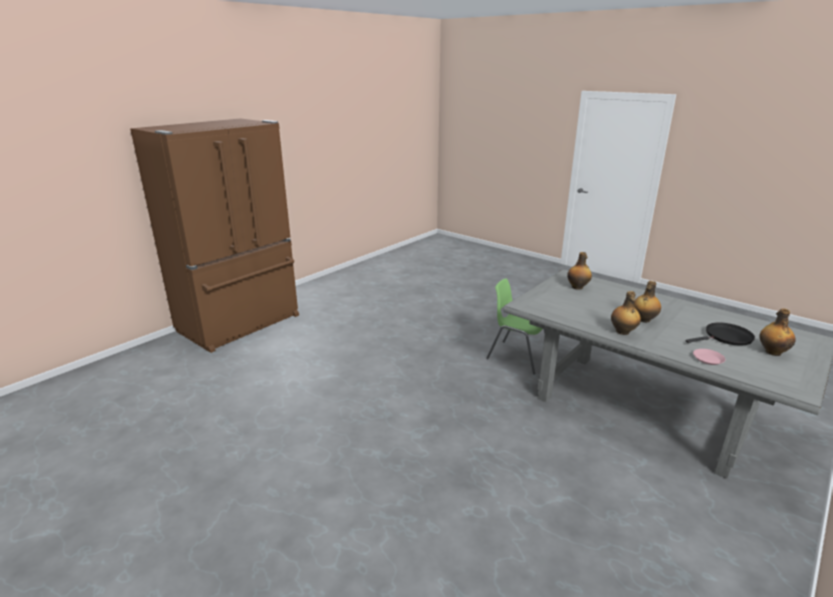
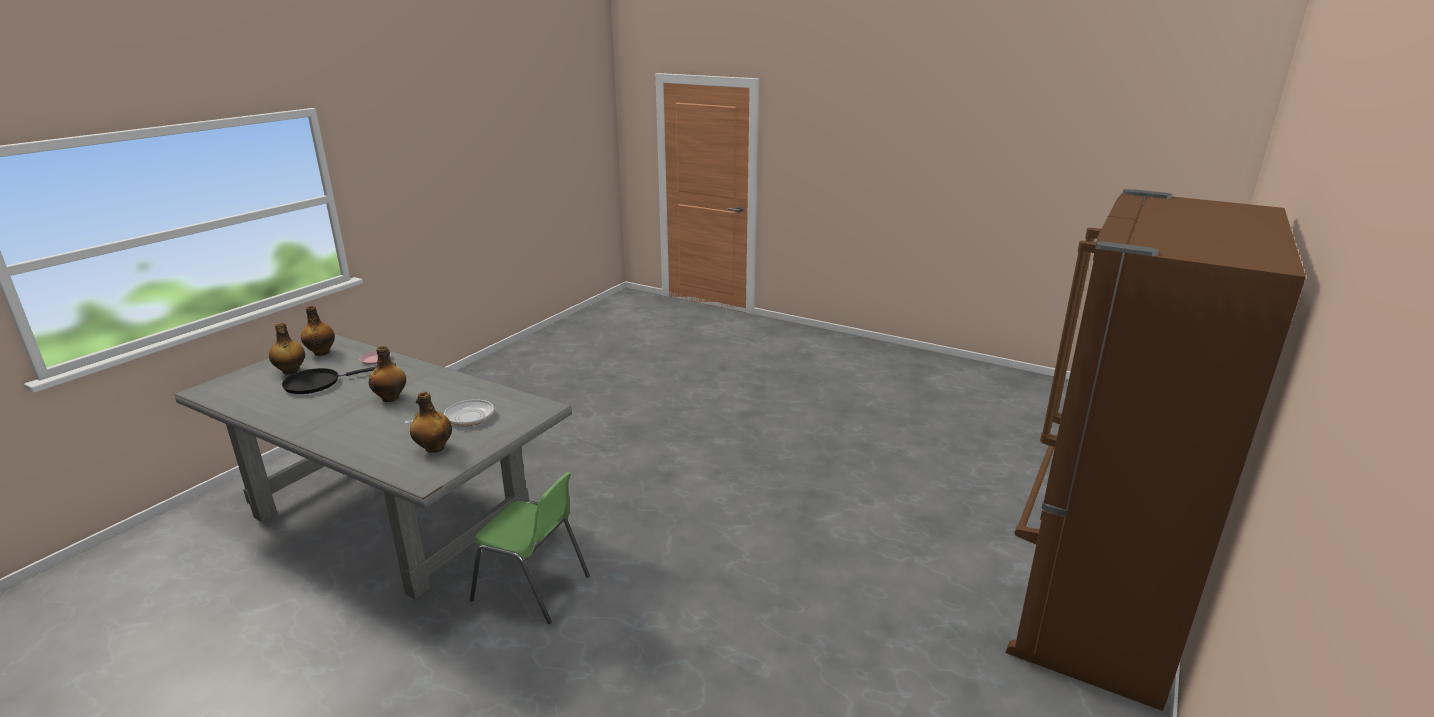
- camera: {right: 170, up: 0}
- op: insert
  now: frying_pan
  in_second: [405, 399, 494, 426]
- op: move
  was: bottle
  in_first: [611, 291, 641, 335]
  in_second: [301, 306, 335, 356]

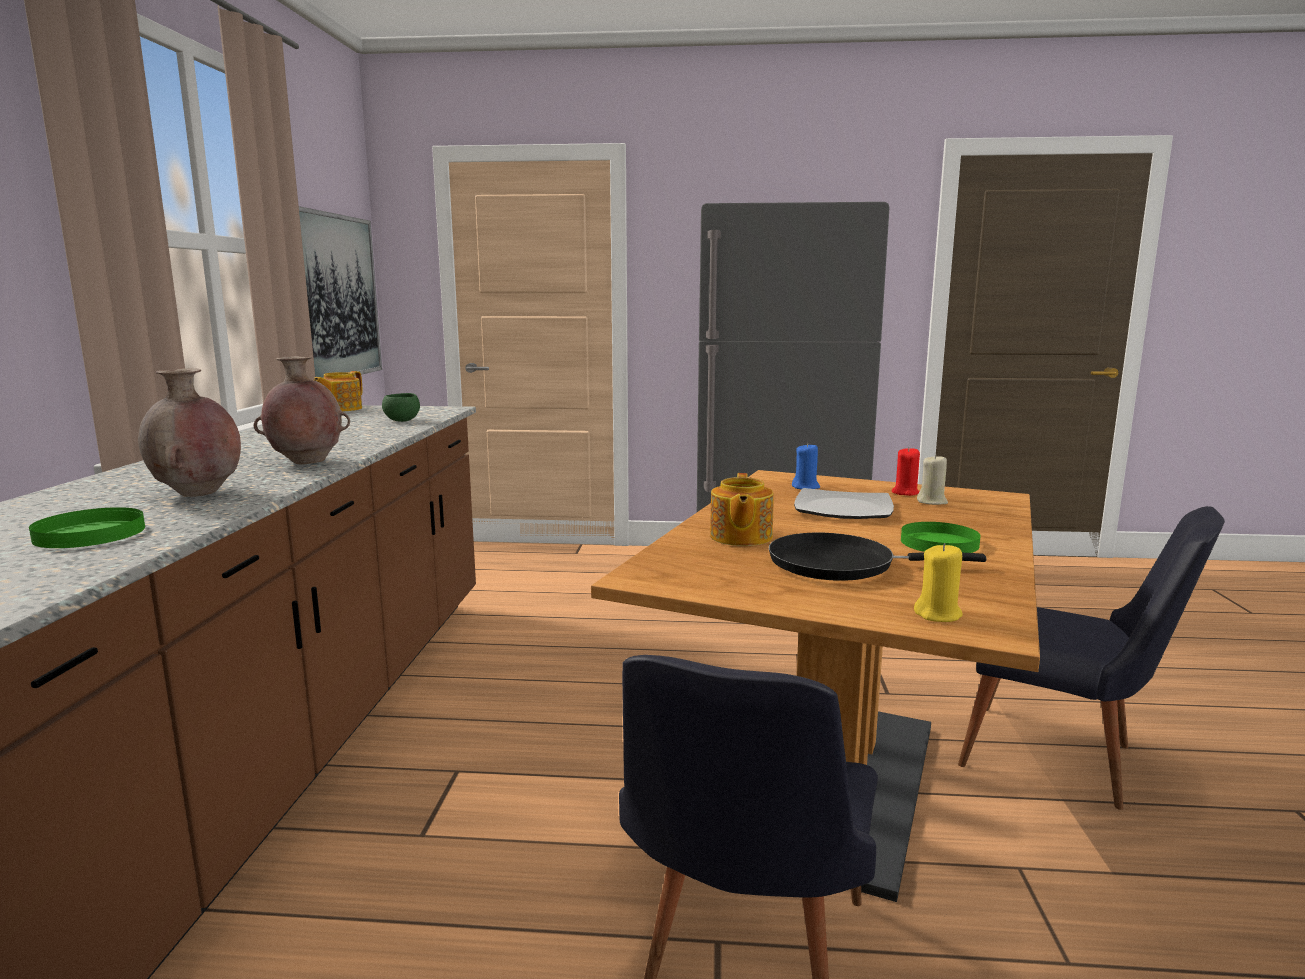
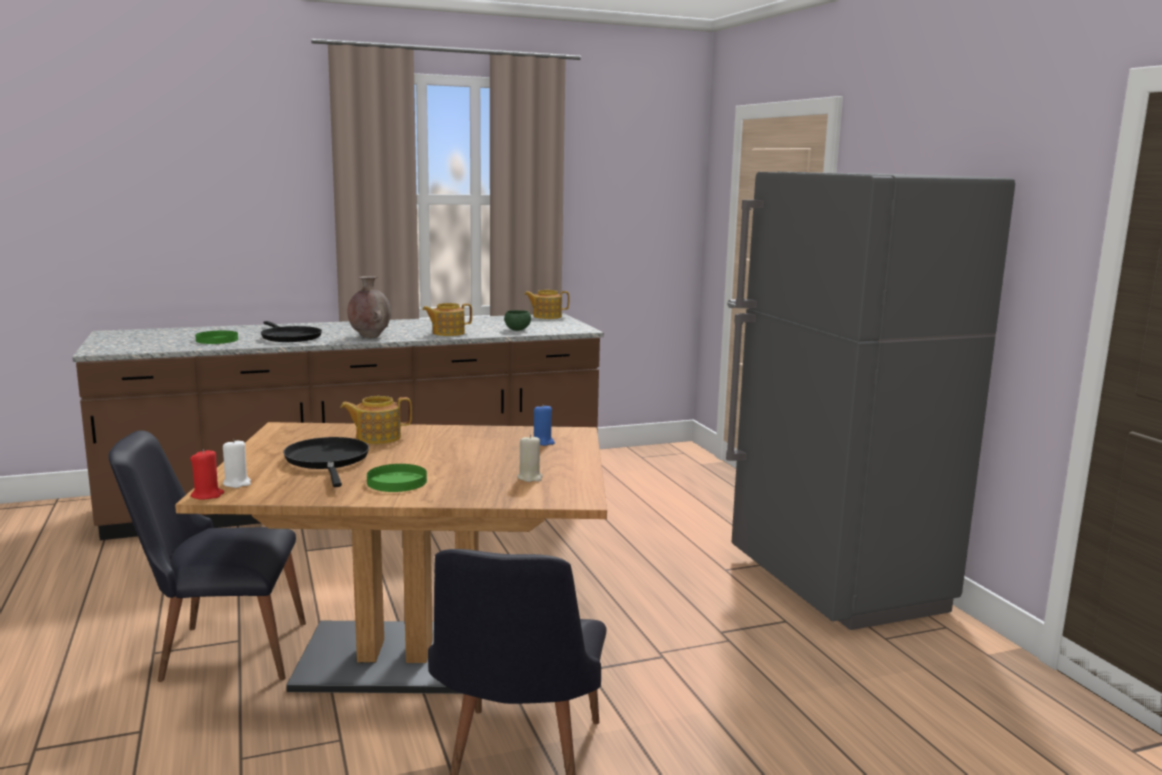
- camera: {right: 65, up: 0}
- op: delete
  was: picture
  in_first: [299, 206, 382, 378]
- op: delete
  was: plate
  in_first: [794, 488, 894, 519]
- op: insert
  now: teapot
  in_second: [422, 303, 472, 336]
- op: move
  was: red_candle
  in_first: [892, 447, 920, 496]
  in_second: [190, 449, 224, 500]
- op: replace
  was: brown_vase
  now: black_frying_pan
  in_first: [138, 368, 241, 497]
  in_second: [261, 321, 322, 342]
- op: recolor
  was: yellow_candle
  now: white_candle
  in_first: [914, 543, 963, 622]
  in_second: [223, 439, 251, 488]

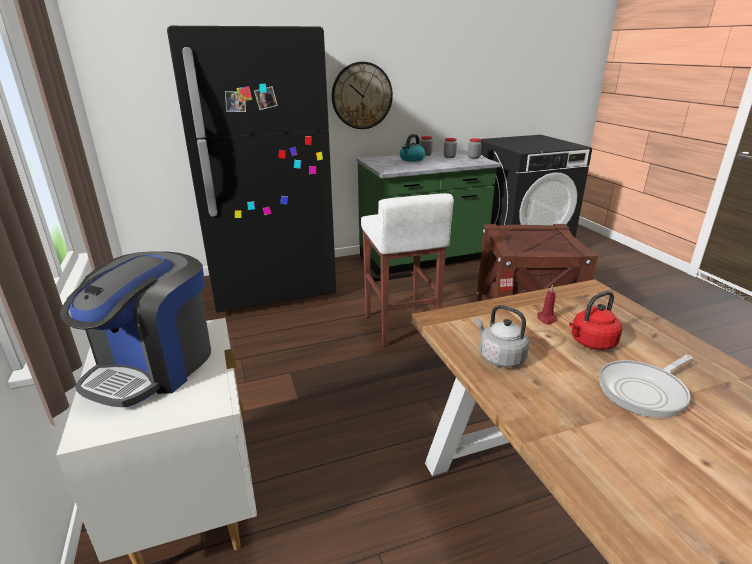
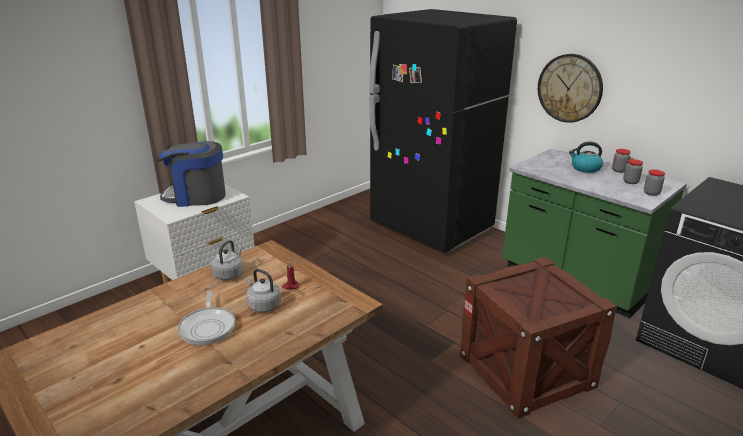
- camera: {right: 65, up: 0}
- op: delete
  was: white_stool
  in_first: [361, 193, 454, 347]
- op: recolor
  was: red_kettle
  now: grey_kettle
  in_first: [569, 291, 623, 350]
  in_second: [246, 269, 281, 313]
- op: rotate
  was: frying_pan
  in_first: [599, 355, 693, 418]
  in_second: [178, 290, 235, 345]
  clockwise: -135

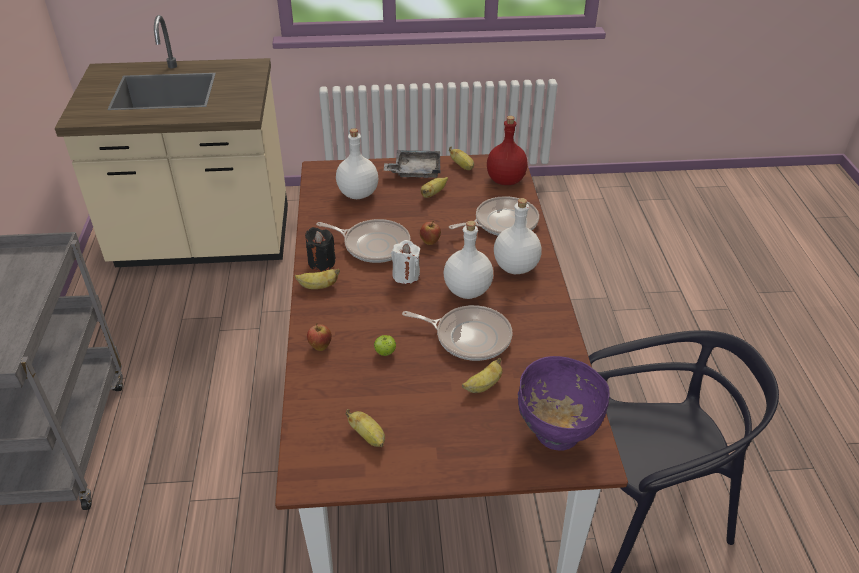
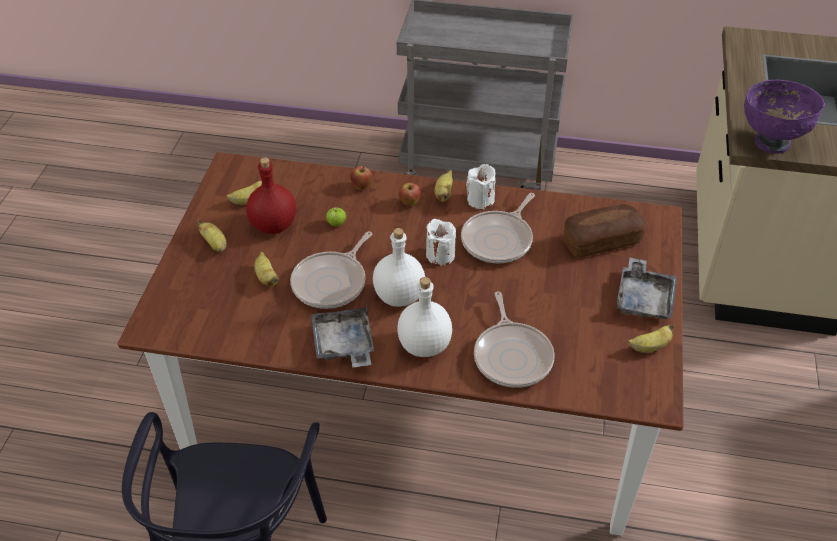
- camera: {right: 105, up: 5}
- op: insert
  now: grey_tray
  in_second: [311, 305, 374, 367]
- op: move
  was: apple
  in_first: [420, 221, 441, 245]
  in_second: [399, 182, 421, 206]
- op: move
  was: banana
  in_first: [421, 177, 448, 198]
  in_second: [197, 220, 227, 252]
- op: move
  was: red_bottle
  in_first: [487, 116, 528, 185]
  in_second: [246, 157, 296, 234]
- op: move
  was: purple_bowl
  in_first: [518, 356, 610, 451]
  in_second: [744, 80, 824, 154]
- op: replace
  was: white_bottle
  now: bread
  in_first: [336, 128, 378, 199]
  in_second: [563, 204, 646, 257]
- op: recolor
  was: black_candle
  now: white_candle
  in_first: [305, 227, 336, 271]
  in_second: [466, 164, 495, 210]

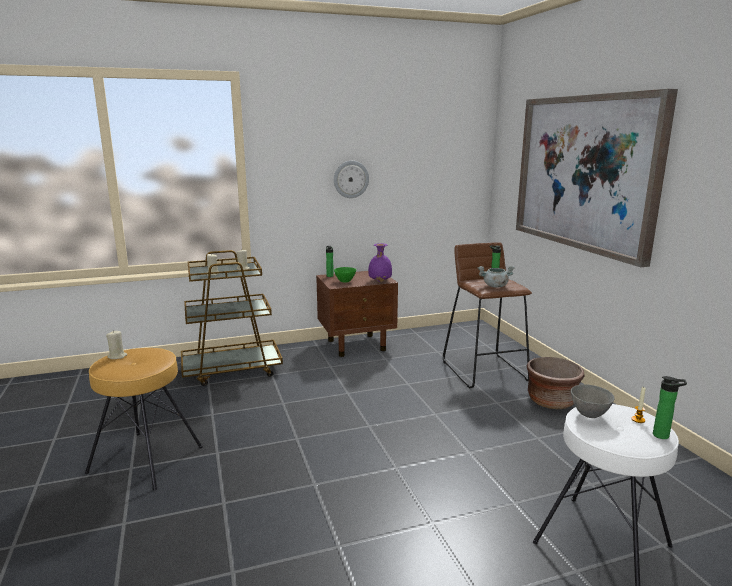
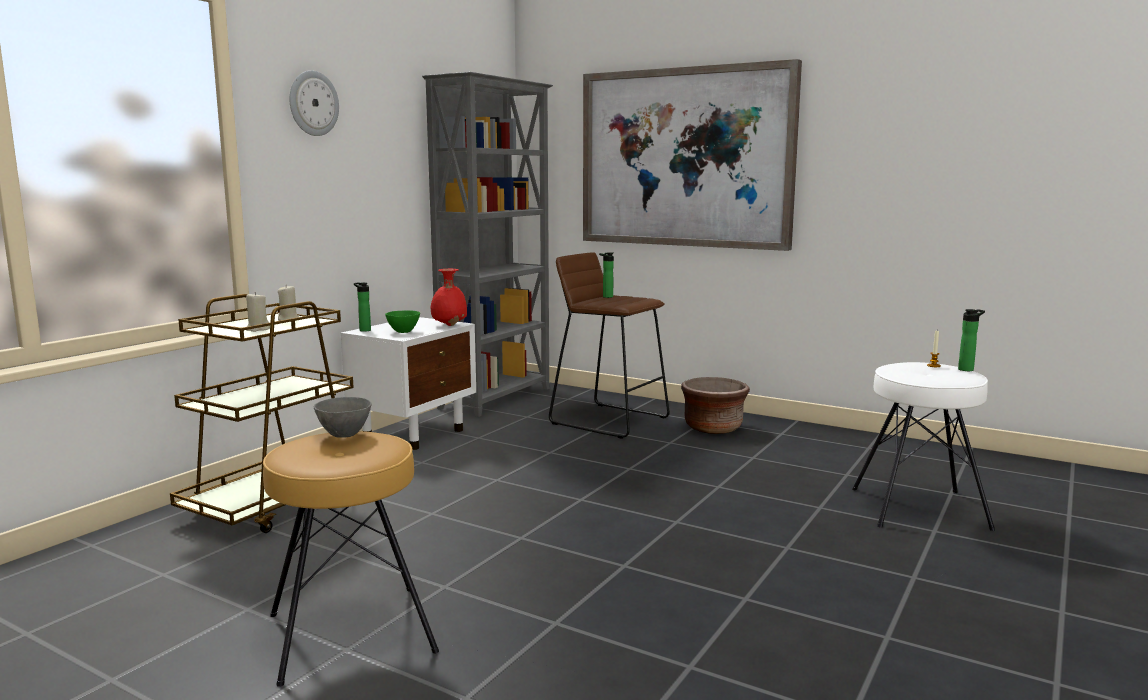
- camera: {right: -40, up: -5}
- op: delete
  was: beige_candle
  in_first: [106, 330, 128, 359]
- op: delete
  was: grey_cooking_pot
  in_first: [478, 266, 515, 288]
- op: insert
  now: grey_bookcase
  in_second: [422, 72, 553, 417]
- op: move
  was: wall_clock
  in_first: [334, 161, 369, 198]
  in_second: [289, 70, 339, 136]
- op: move
  was: grey_bowl
  in_first: [571, 384, 614, 418]
  in_second: [314, 397, 371, 438]
- op: recolor
  was: brown_nightstand
  now: white_nightstand
  in_first: [316, 271, 398, 357]
  in_second: [341, 317, 476, 450]
- op: recolor
  was: purple_vase
  now: red_vase
  in_first: [368, 243, 392, 282]
  in_second: [430, 269, 467, 326]

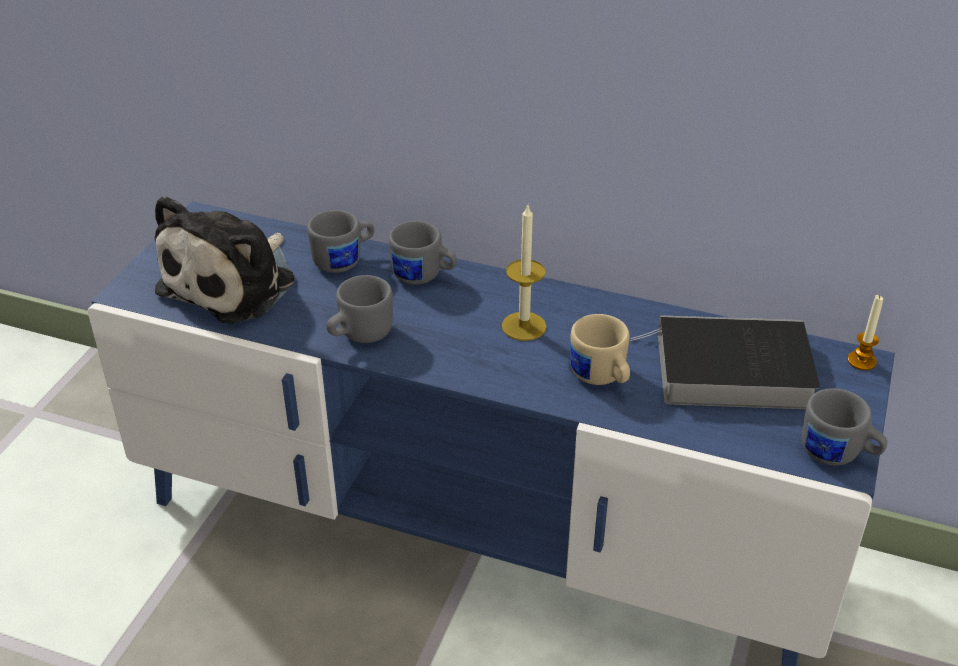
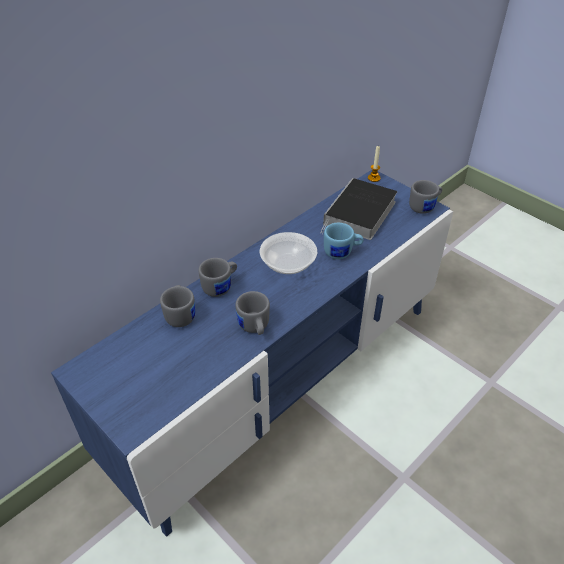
- camera: {right: -65, up: 5}
- op: delete
  was: plush_toy
  in_first: [155, 195, 295, 324]
- op: replace
  was: candle
  now: bowl
  in_first: [502, 205, 547, 341]
  in_second: [260, 232, 317, 274]
- op: recolor
  was: beige_mug
  now: blue_mug
  in_first: [571, 314, 630, 385]
  in_second: [324, 223, 363, 259]

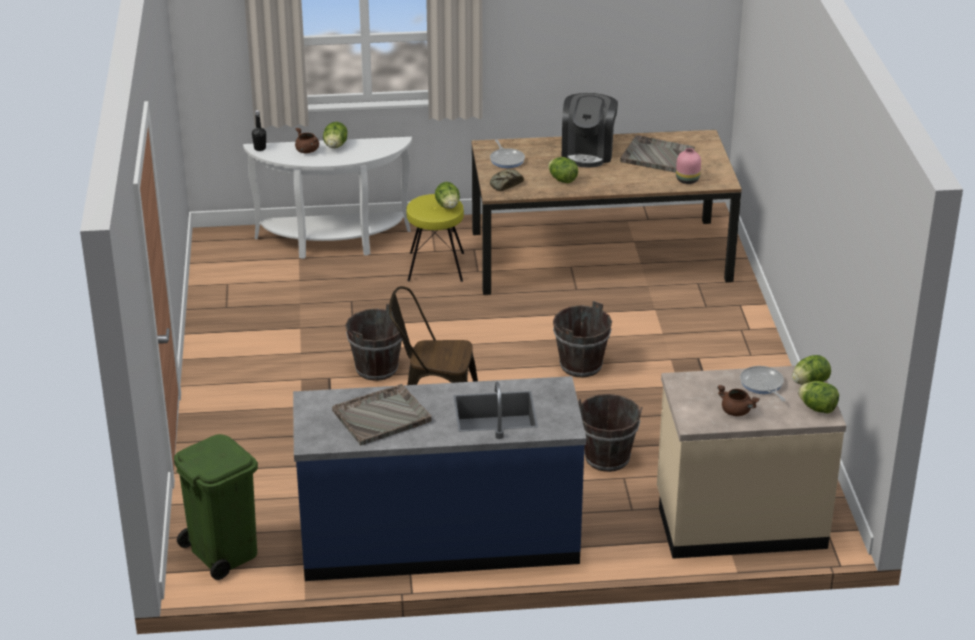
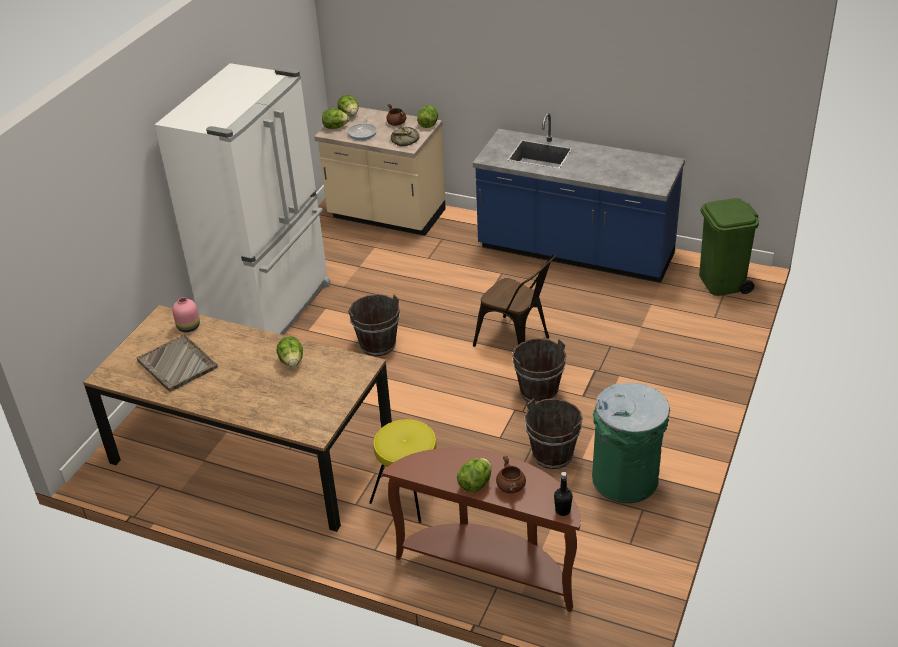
- camera: {right: -150, up: 5}
- op: delete
  was: grey_tray
  in_first: [332, 384, 432, 445]
- op: delete
  was: frying_pan
  in_first: [490, 140, 525, 168]
- op: delete
  was: coffee_machine
  in_first: [562, 93, 618, 167]
- op: insert
  now: white_fridge
  in_second: [155, 63, 331, 335]
- op: insert
  now: green_trash_can
  in_second: [592, 383, 670, 503]
- op: move
  was: lettuce
  in_first: [435, 182, 460, 209]
  in_second: [417, 105, 438, 128]
- op: move
  was: bread
  in_first: [490, 169, 524, 191]
  in_second: [391, 127, 419, 146]
- op: move
  was: brown_bucket
  in_first: [578, 394, 643, 472]
  in_second: [525, 398, 583, 469]
- op: recolor
  was: white_console_table
  now: brown_console_table
  in_first: [243, 137, 412, 259]
  in_second: [382, 448, 580, 612]

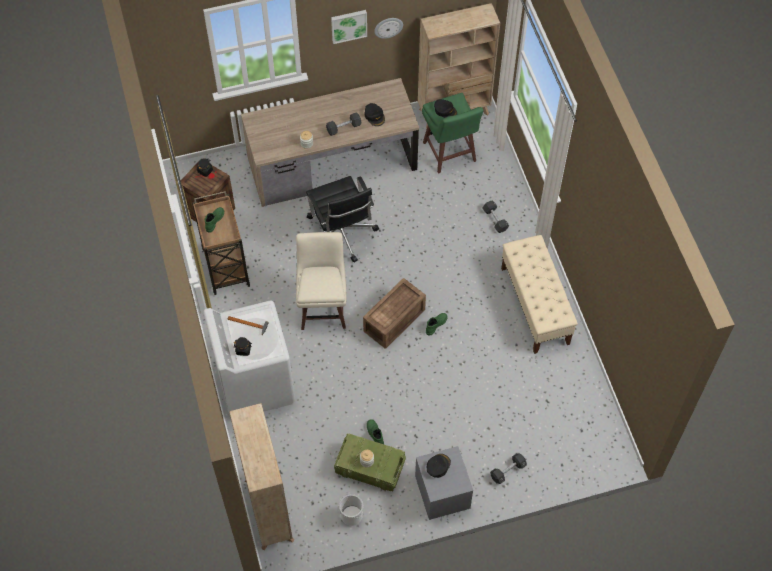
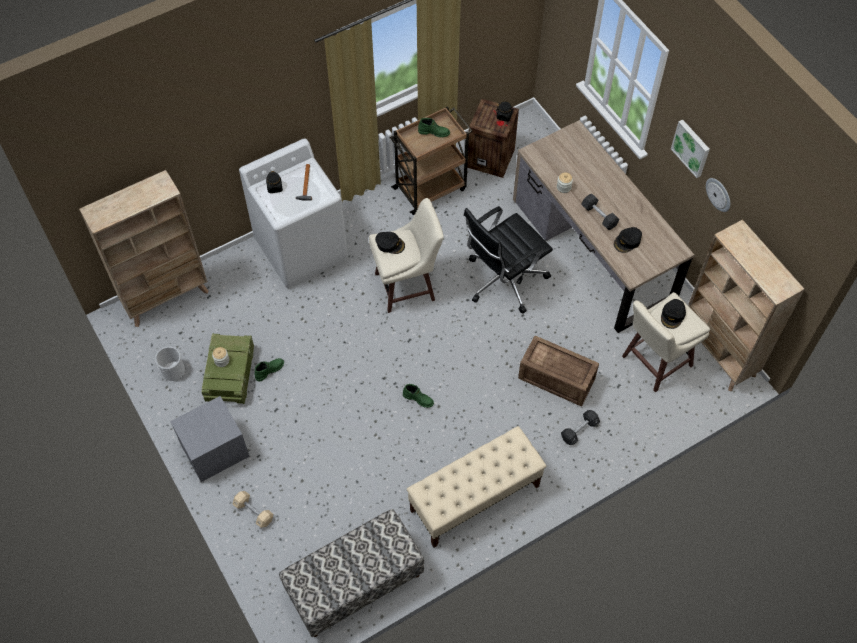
- camera: {right: 75, up: 0}
- op: insert
  now: bench
  in_second: [279, 509, 424, 637]
- op: move
  was: crate
  in_first: [363, 278, 426, 349]
  in_second: [518, 336, 599, 406]
- op: move
  was: black_cap
  in_first: [427, 454, 451, 478]
  in_second: [375, 232, 405, 254]
- op: recolor
  was: green_stool
  now: beige_stool
  in_first: [422, 93, 483, 174]
  in_second: [622, 292, 710, 392]
- op: recolor
  was: black_dumbbell
  now: beige_dumbbell
  in_first: [490, 453, 527, 484]
  in_second: [232, 491, 273, 528]

